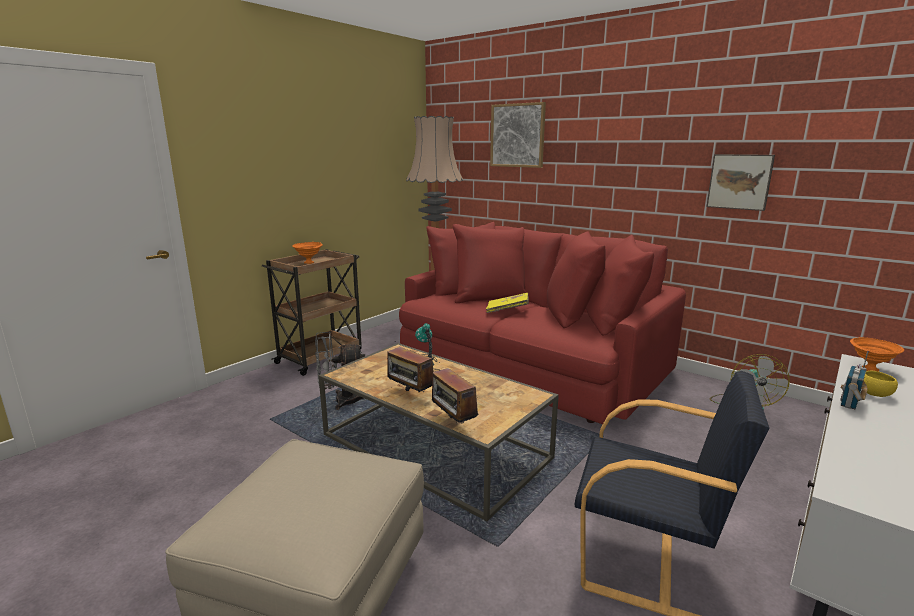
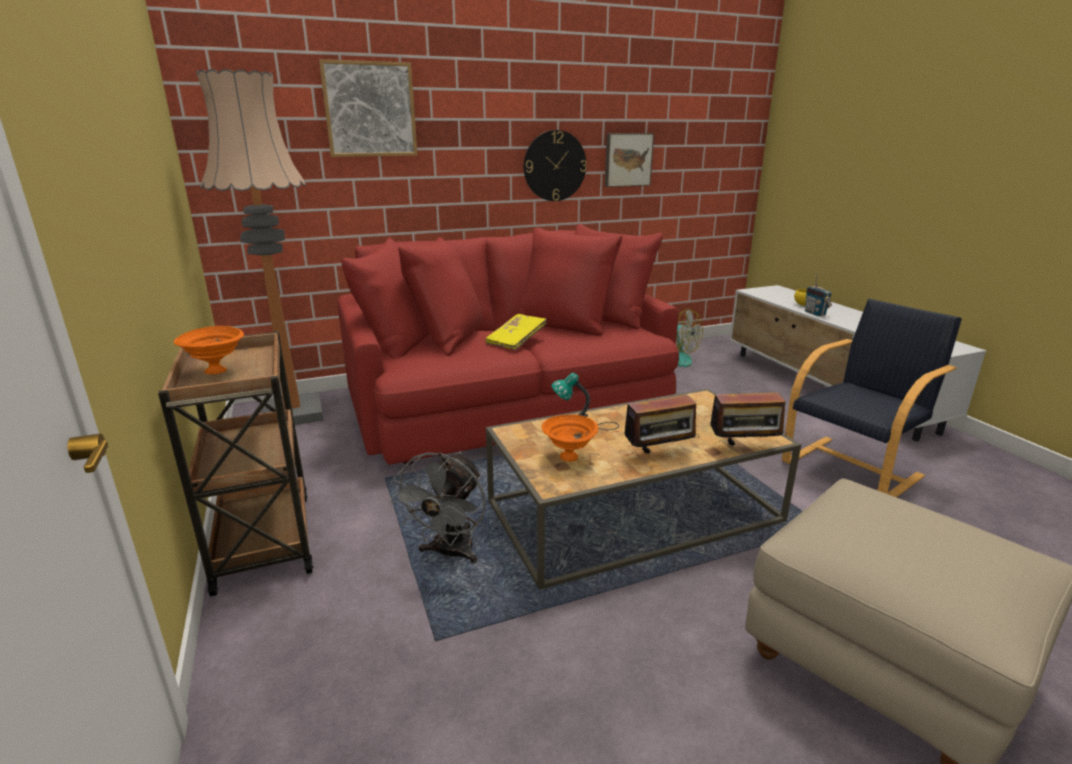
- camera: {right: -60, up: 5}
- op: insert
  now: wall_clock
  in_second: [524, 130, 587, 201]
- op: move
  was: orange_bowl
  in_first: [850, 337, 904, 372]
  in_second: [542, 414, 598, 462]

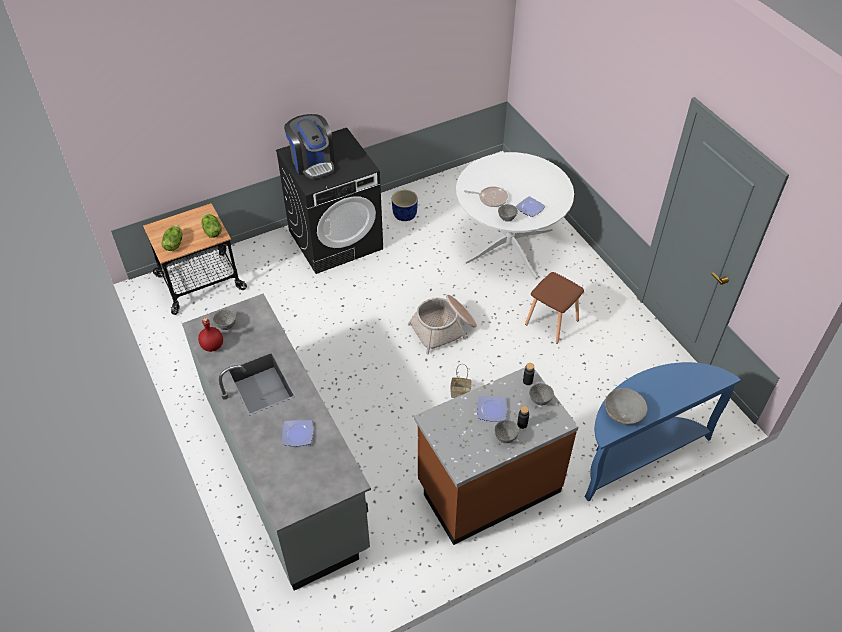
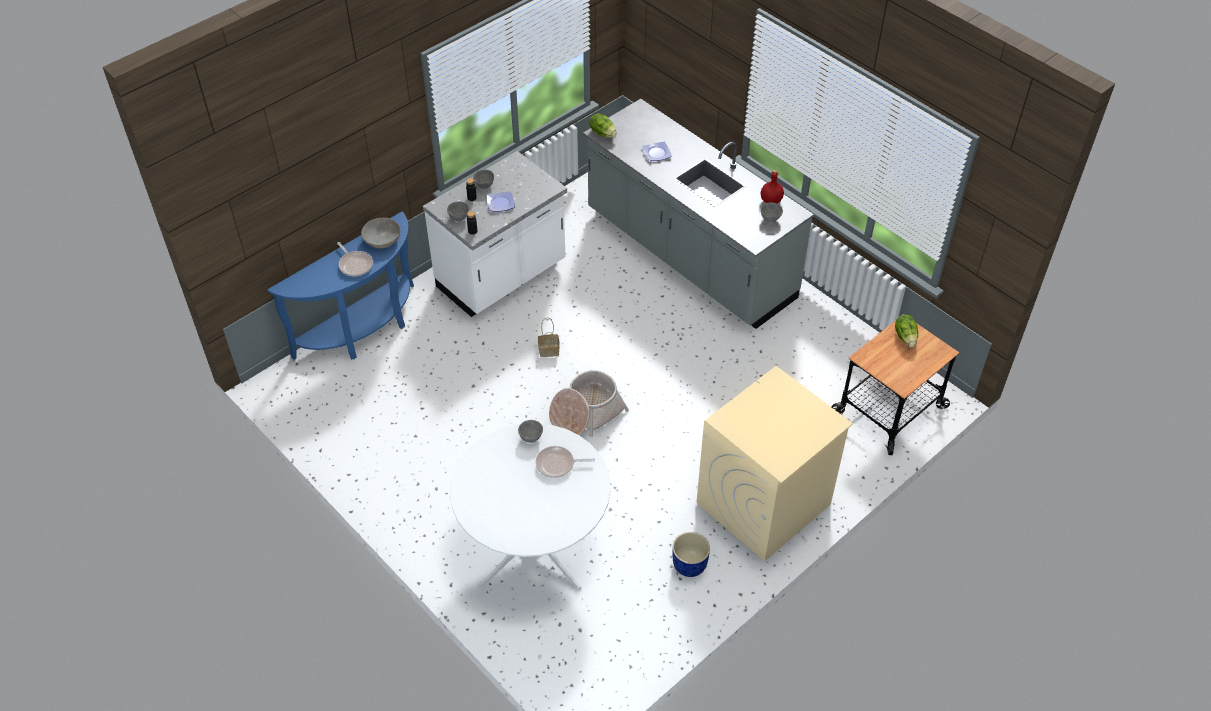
- camera: {right: 165, up: 0}
- op: delete
  was: coffee_machine
  in_first: [284, 114, 335, 179]
- op: delete
  was: plate
  in_first: [516, 196, 546, 217]
- op: delete
  was: brown_stool
  in_first: [525, 272, 584, 344]
- op: insert
  now: frying_pan
  in_second: [337, 242, 373, 276]
- op: move
  was: lettuce
  in_first: [202, 213, 222, 238]
  in_second: [589, 113, 617, 138]
- op: recolor
  was: black_washing_machine
  now: beige_washing_machine
  in_first: [276, 128, 383, 274]
  in_second: [697, 366, 853, 562]
- op: recolor
  was: brown_counter
  now: white_counter
  in_first: [414, 368, 578, 545]
  in_second: [423, 151, 567, 317]

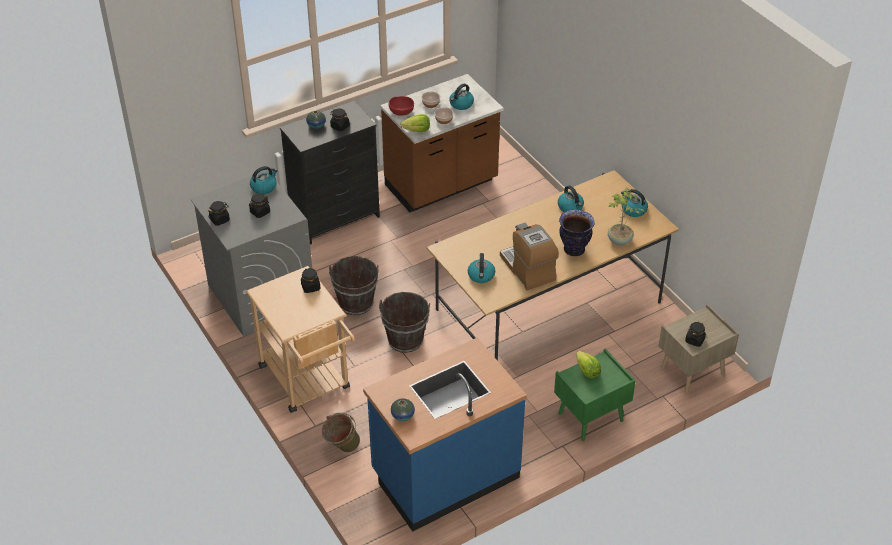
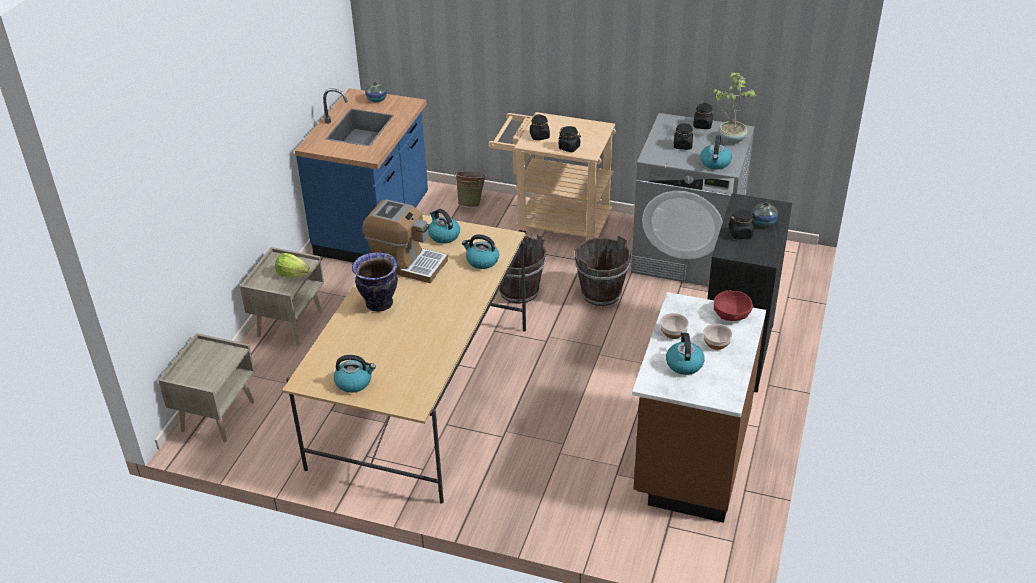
- camera: {right: 140, up: -5}
- op: delete
  was: lettuce
  in_first: [400, 114, 430, 132]
- op: move
  was: kettle
  in_first: [558, 186, 584, 212]
  in_second: [462, 234, 499, 269]
- op: move
  was: potted_plant
  in_first: [608, 187, 644, 245]
  in_second: [712, 72, 757, 144]
- op: move
  was: black_jar
  in_first: [685, 321, 706, 347]
  in_second: [530, 114, 550, 140]
- op: recolor
  was: green_nightstand
  now: beige_nightstand
  in_first: [554, 348, 636, 441]
  in_second: [240, 247, 324, 346]

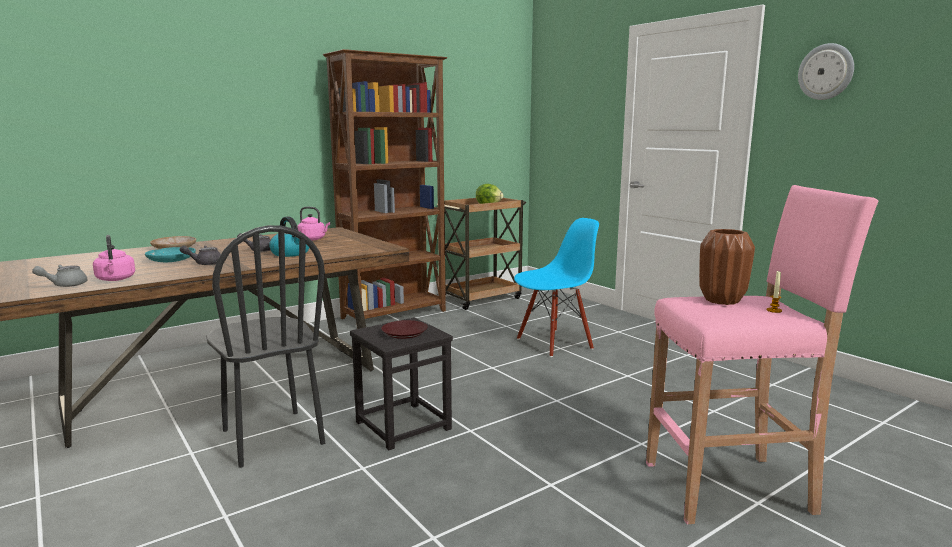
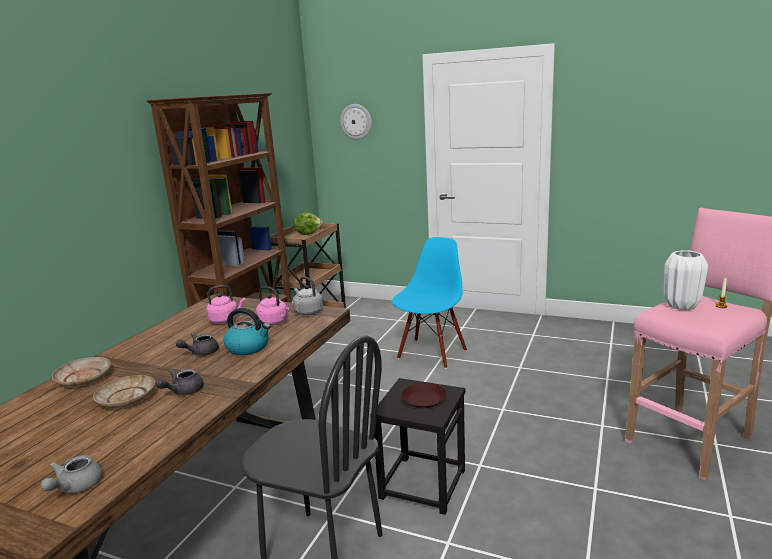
- camera: {right: -30, up: 5}
- op: insert
  now: grey_kettle
  in_second: [293, 277, 323, 315]
- op: move
  was: pink_kettle
  in_first: [93, 235, 135, 281]
  in_second: [256, 286, 289, 325]
- op: move
  was: wall_clock
  in_first: [798, 43, 854, 100]
  in_second: [340, 104, 372, 140]
- op: recolor
  was: turquoise_plate
  now: beige_plate
  in_first: [145, 247, 196, 262]
  in_second: [93, 375, 155, 408]
- op: recolor
  was: brown_vase
  now: white_vase
  in_first: [699, 229, 755, 305]
  in_second: [664, 250, 708, 310]

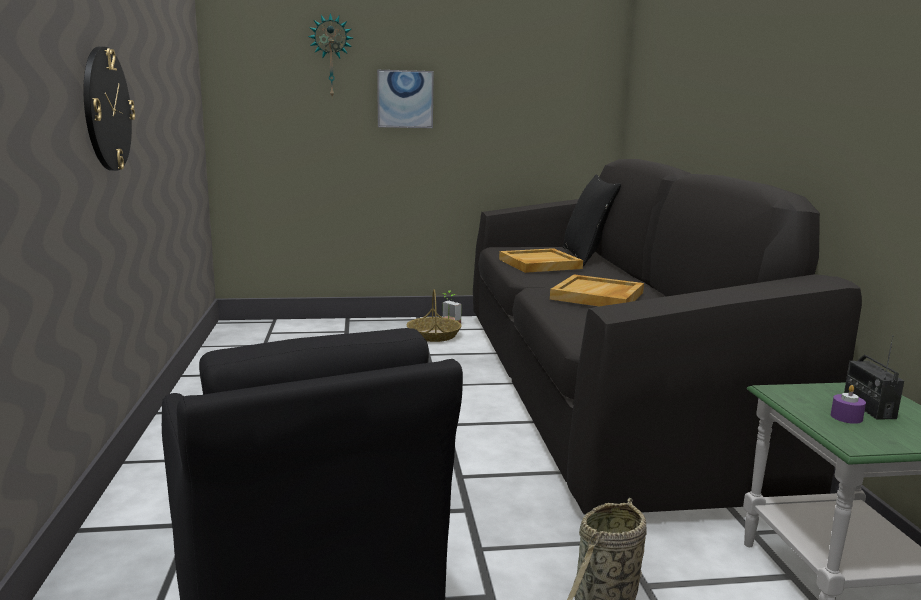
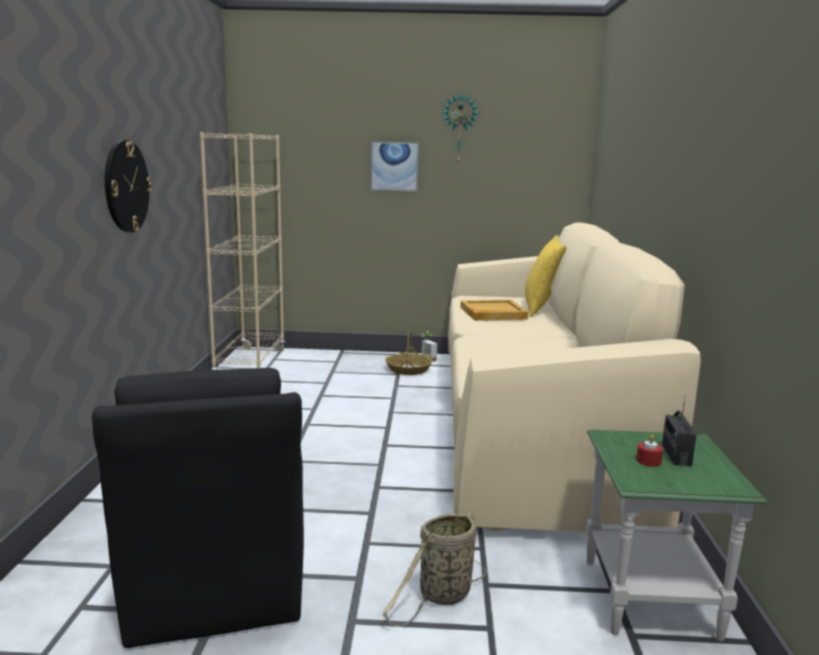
- camera: {right: 10, up: 0}
- op: delete
  was: beige_tray
  in_first: [550, 274, 644, 306]
- op: insert
  now: beige_bookcase
  in_second: [200, 132, 285, 370]
- op: move
  was: wall_clock
  in_first: [308, 13, 353, 99]
  in_second: [441, 93, 480, 163]
- op: recolor
  was: black_sofa
  now: beige_sofa
  in_first: [473, 159, 862, 515]
  in_second: [448, 223, 701, 532]
- op: recolor
  was: black_pillow
  now: yellow_pillow
  in_first: [563, 174, 621, 266]
  in_second: [525, 235, 566, 317]
- op: recolor
  was: purple_candle
  now: red_candle
  in_first: [831, 385, 866, 424]
  in_second: [636, 435, 663, 467]

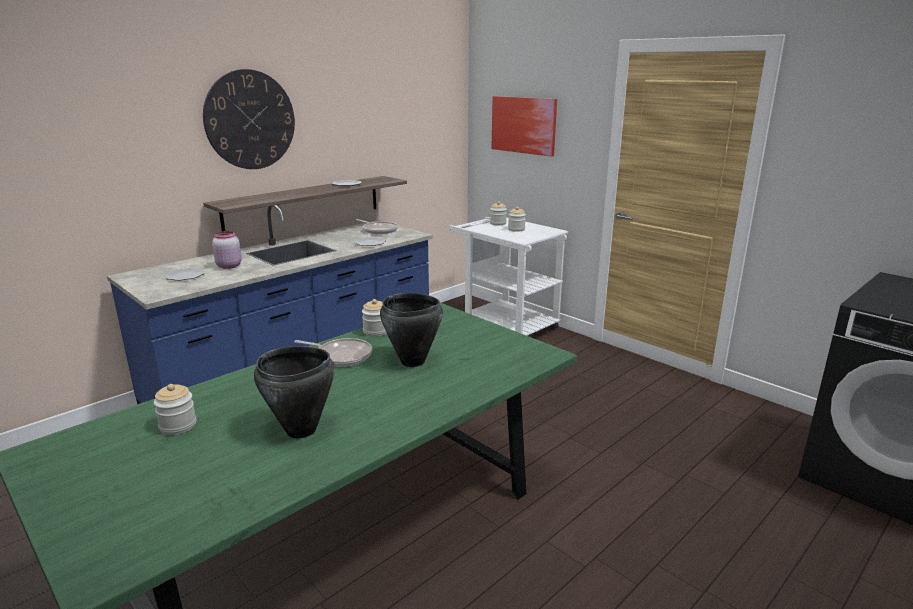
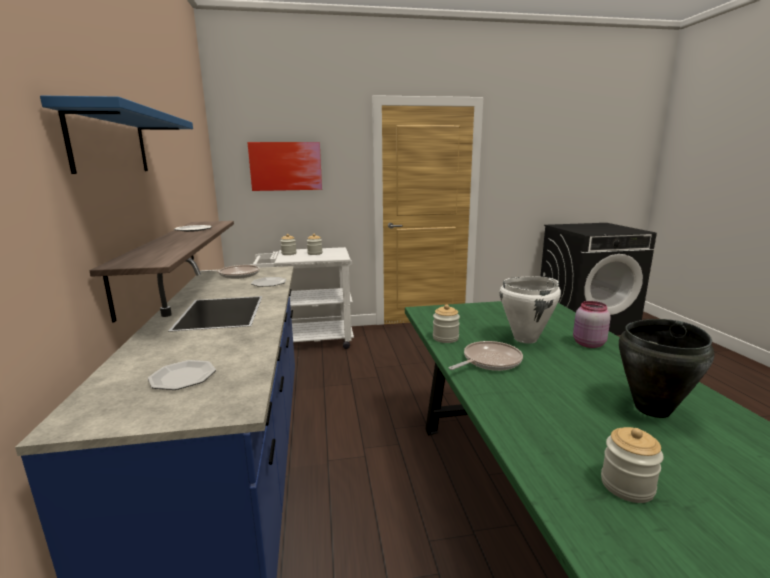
- camera: {right: -55, up: -5}
- op: move
  was: pink_jar
  in_first: [212, 231, 242, 269]
  in_second: [573, 301, 611, 348]
- op: replace
  was: wall_clock
  now: blue_shelf
  in_first: [203, 69, 295, 169]
  in_second: [40, 96, 193, 174]
- op: recolor
  was: black_cooking_pot
  now: white_cooking_pot
  in_first: [380, 293, 443, 367]
  in_second: [500, 276, 561, 344]

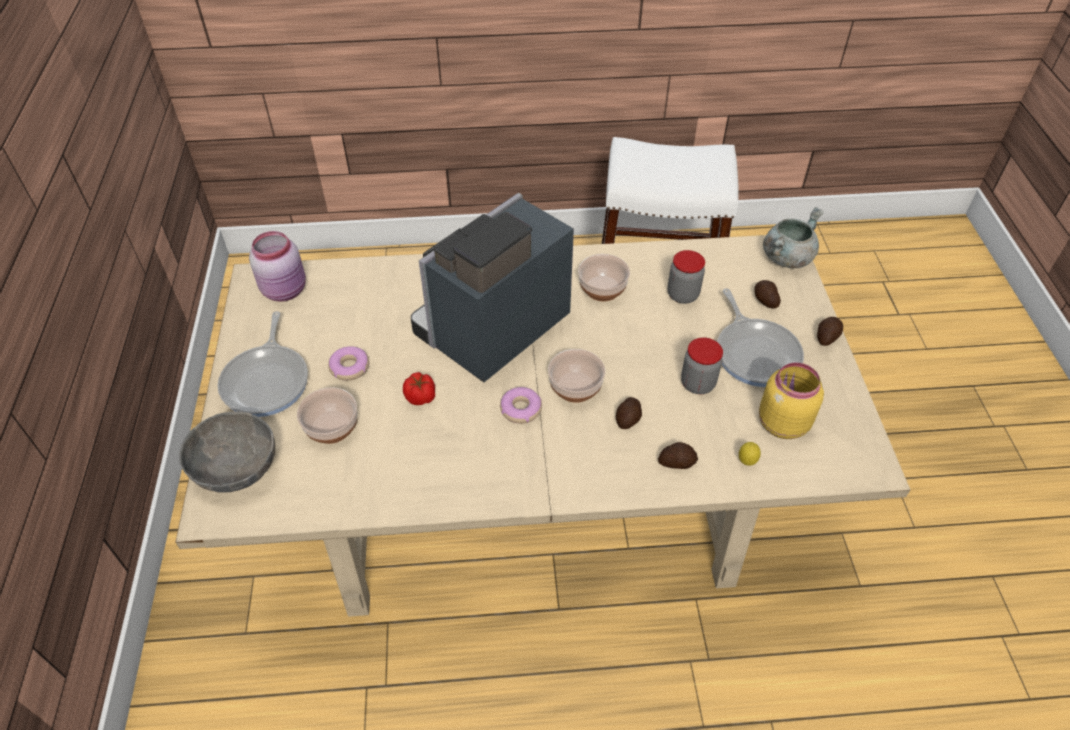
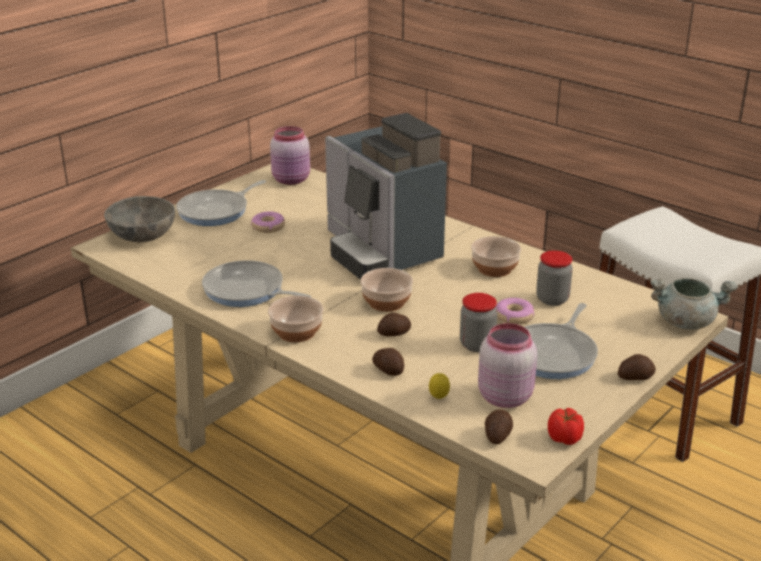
- camera: {right: 45, up: -20}
- op: insert
  now: frying_pan
  in_second: [202, 260, 311, 307]
- op: move
  was: bowl
  in_first: [297, 387, 357, 444]
  in_second: [268, 296, 323, 342]
- op: move
  was: tomato
  in_first: [403, 372, 435, 405]
  in_second: [548, 408, 584, 445]
- op: move
  was: donut
  in_first: [500, 387, 542, 424]
  in_second: [496, 298, 535, 325]
- op: move
  was: potato
  in_first: [754, 280, 781, 308]
  in_second: [485, 409, 513, 444]
- op: recolor
  was: yellow_jar
  now: pink_jar
  in_first: [759, 363, 824, 439]
  in_second: [478, 323, 537, 408]
- op: rotate
  was: coffee_machine
  in_first: [411, 193, 574, 383]
  in_second: [325, 113, 447, 280]
  clockwise: -120

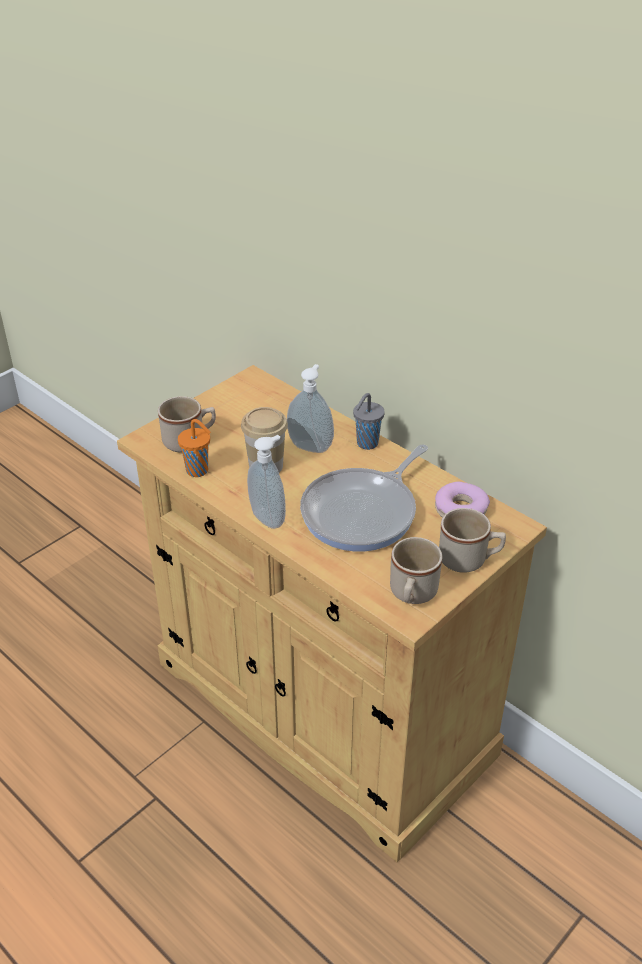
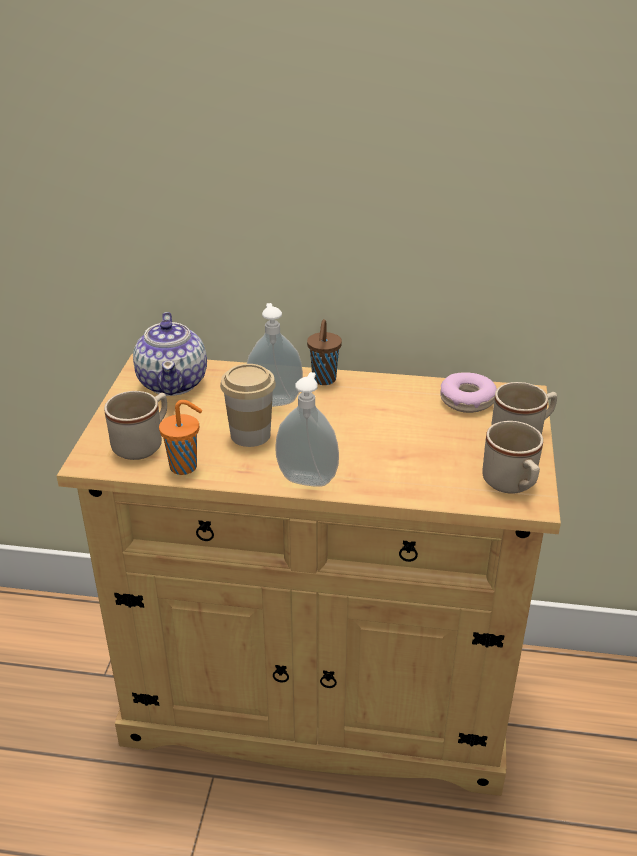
- camera: {right: -35, up: -5}
- op: delete
  was: frying_pan
  in_first: [300, 444, 428, 552]
- op: insert
  now: teapot
  in_second: [133, 312, 207, 396]
- op: recolor
  was: grey_cup
  now: brown_cup
  in_first: [353, 393, 385, 450]
  in_second: [307, 319, 342, 385]

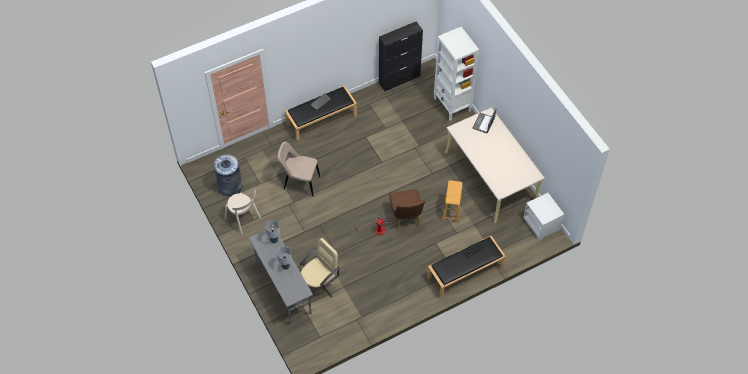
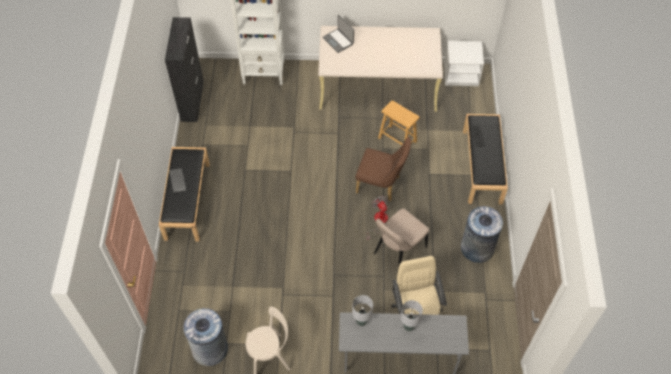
- camera: {right: -60, up: 0}
- op: insert
  now: grey_trash_can
  in_second: [461, 206, 503, 263]
- op: move
  was: beige_chair
  in_first: [277, 142, 320, 196]
  in_second: [374, 208, 429, 268]

